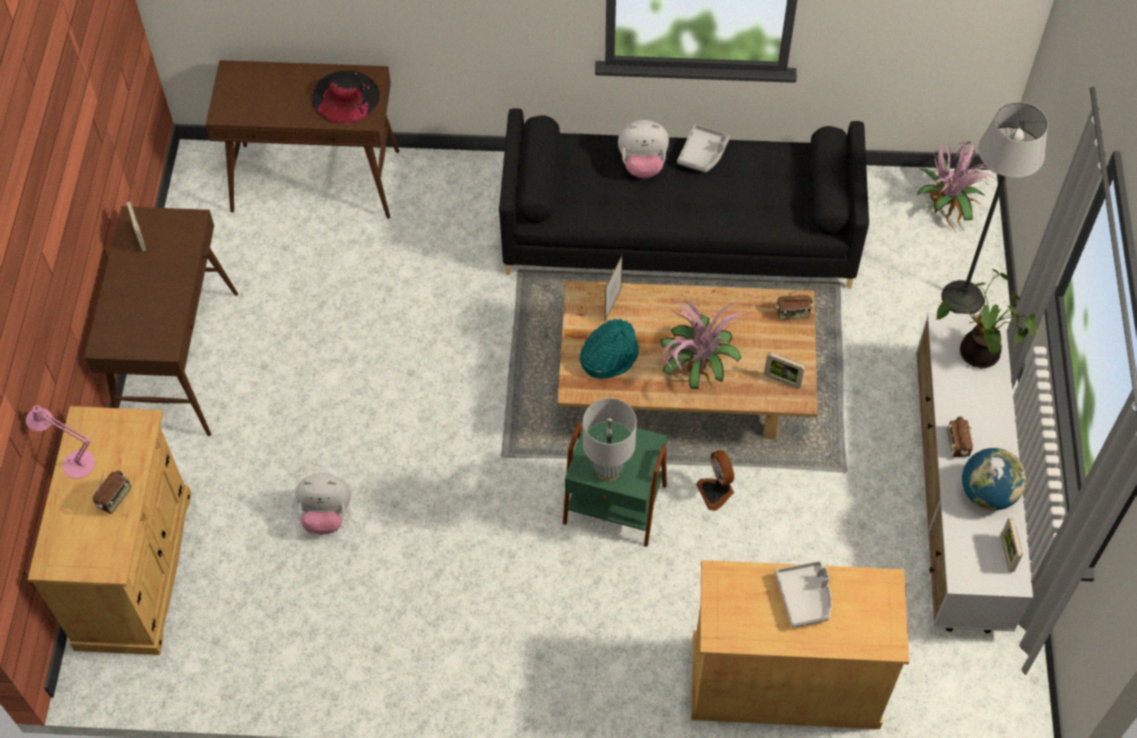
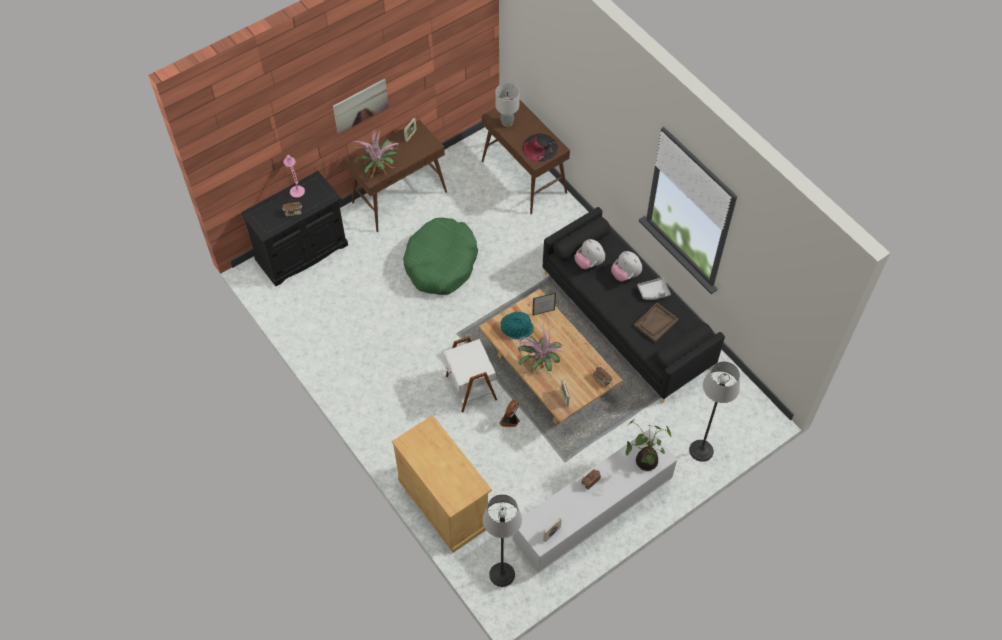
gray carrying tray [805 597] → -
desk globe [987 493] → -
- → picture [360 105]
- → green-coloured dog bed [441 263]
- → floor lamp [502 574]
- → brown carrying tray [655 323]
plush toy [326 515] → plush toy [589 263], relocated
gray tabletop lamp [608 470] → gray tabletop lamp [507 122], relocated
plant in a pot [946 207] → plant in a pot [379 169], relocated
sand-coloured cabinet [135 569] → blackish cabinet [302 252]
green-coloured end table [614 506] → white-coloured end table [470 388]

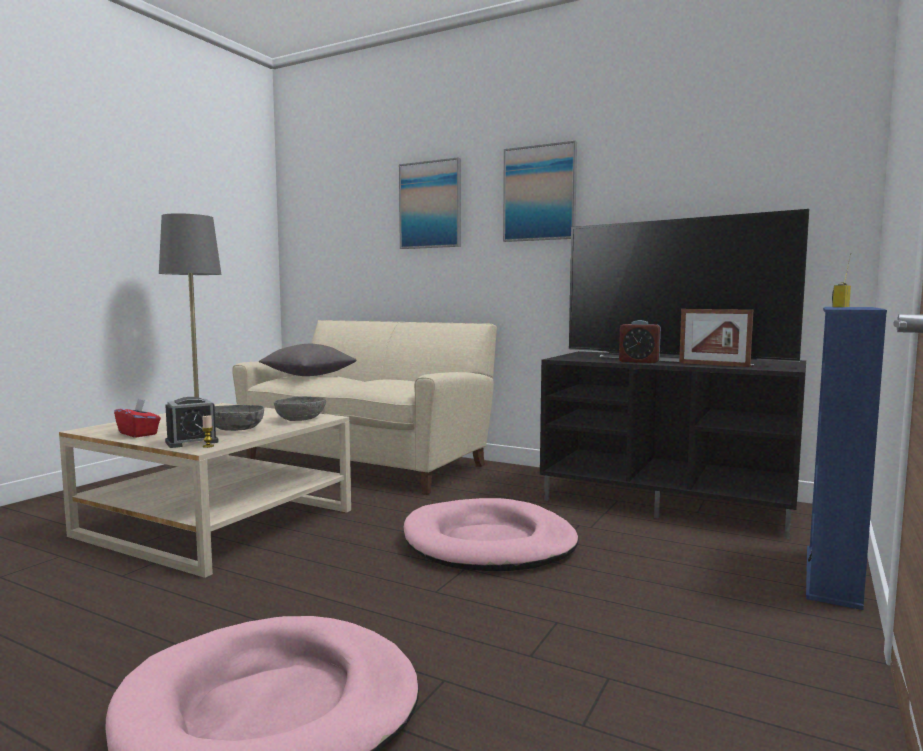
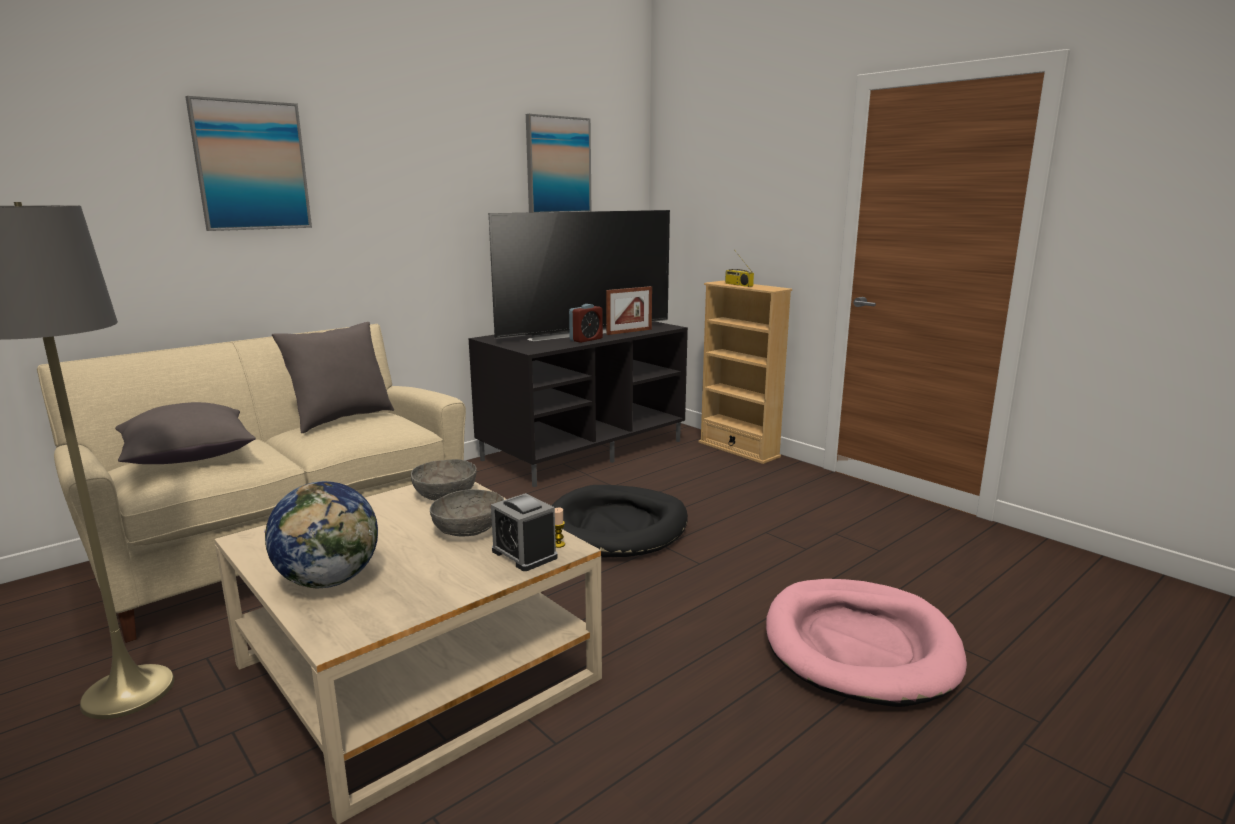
red box of tissues [138 434] → -
- → desk globe [329 580]
- → gray throw pillow [341 419]
picture [540 193] → picture [558 165], relocated
pink-coloured dog bed [489 543] → blackish dog bed [616 527]
blue-coloured shelving unit [832 576] → sand-coloured shelving unit [738 449]
bedside clock [191 442] → bedside clock [524 554], 150 degrees clockwise

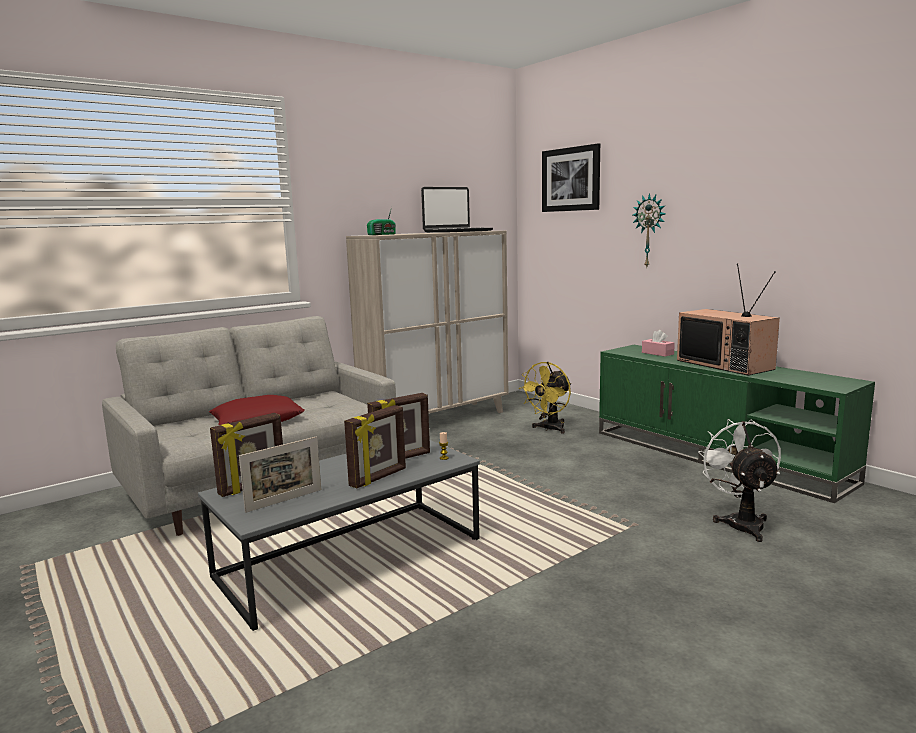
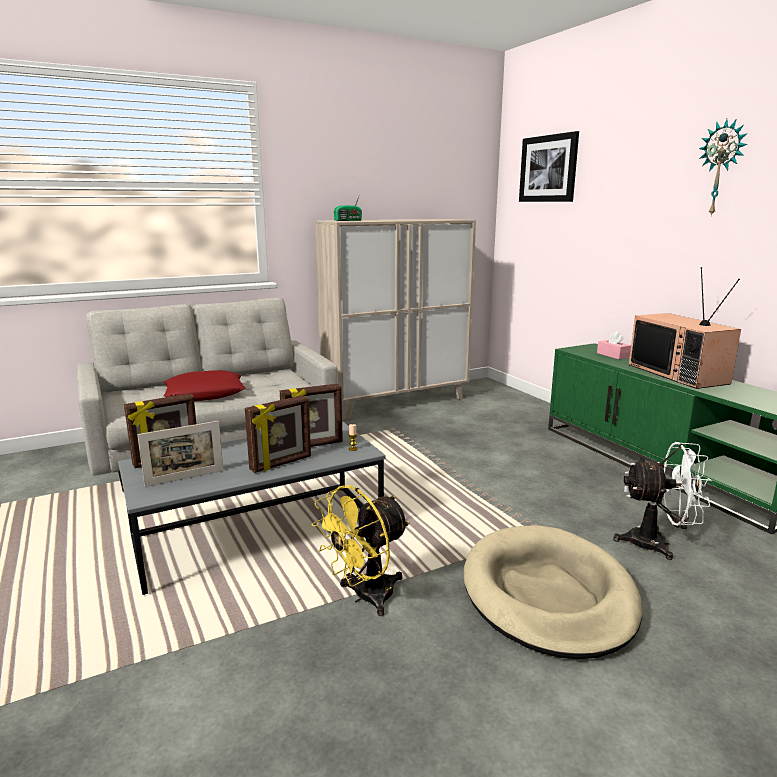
notebook computer [457 231] → -
- → sand-coloured dog bed [548 594]
yellow fan [549 429] → yellow fan [365 597], relocated
wall clock [650 231] → wall clock [721 168], relocated
white-coloured fan [741 522] → white-coloured fan [657 543], 90 degrees clockwise

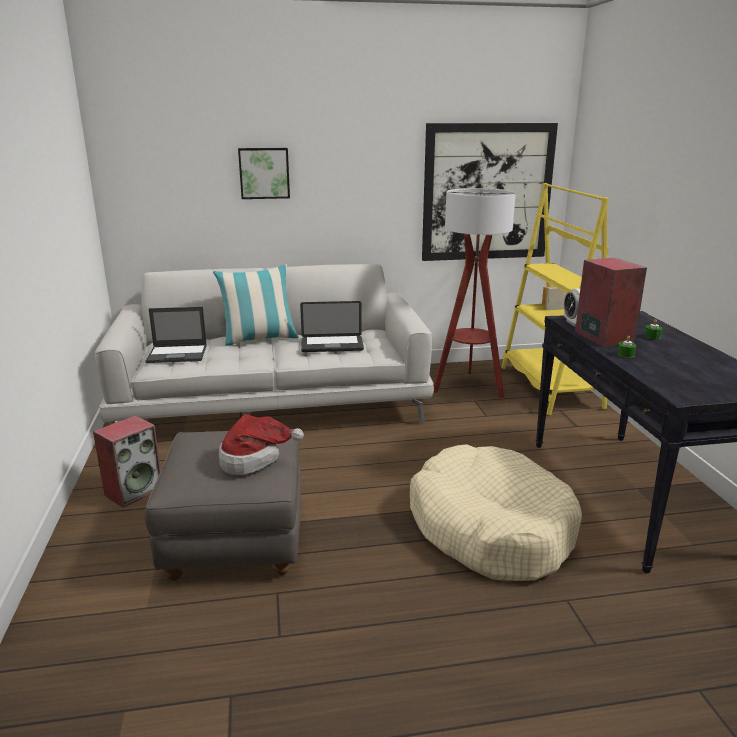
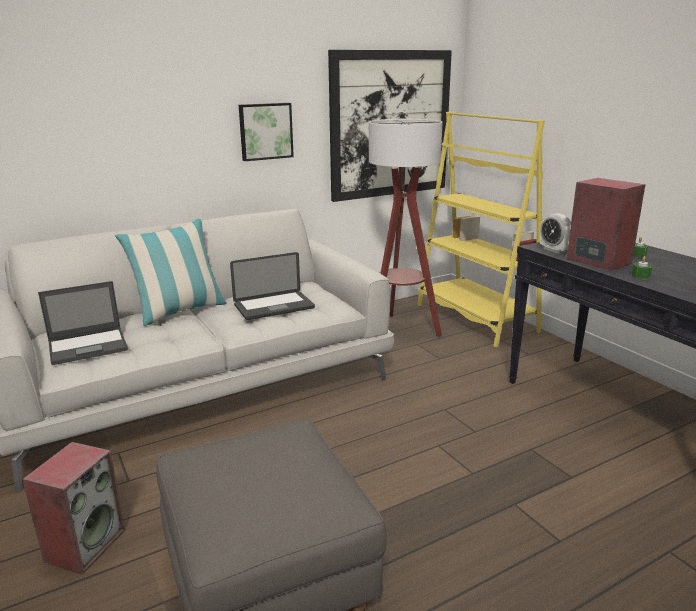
hat [254 459] → -
sand-coloured dog bed [490 528] → -
picture [264 173] → picture [265 131], relocated

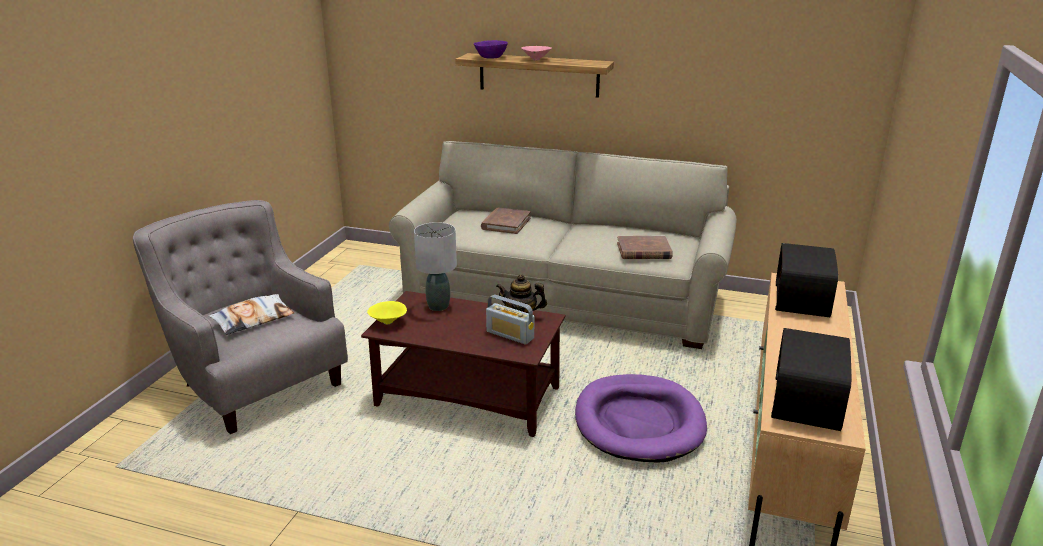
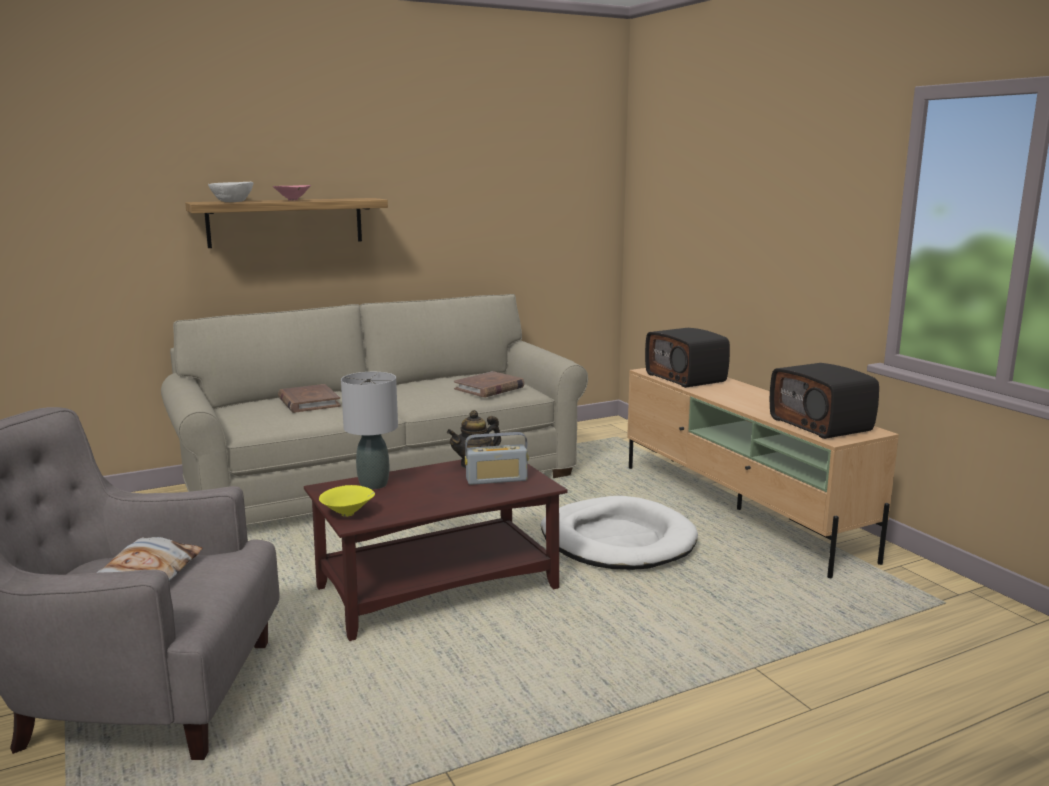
purplish serving bowl [490 57] → white-coloured serving bowl [232 201]
purplish dog bed [639 422] → white-coloured dog bed [617 540]

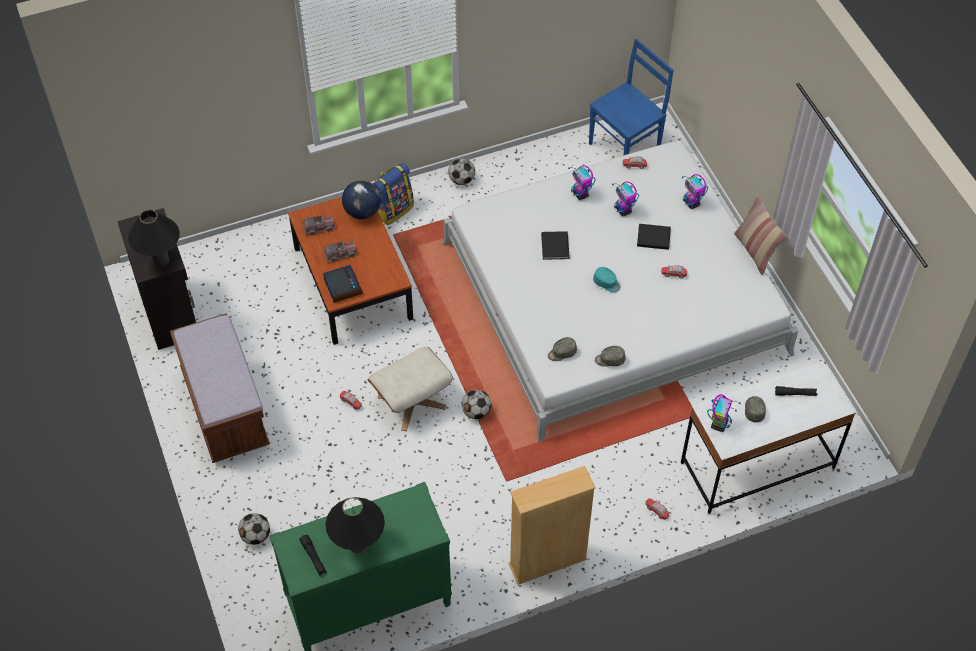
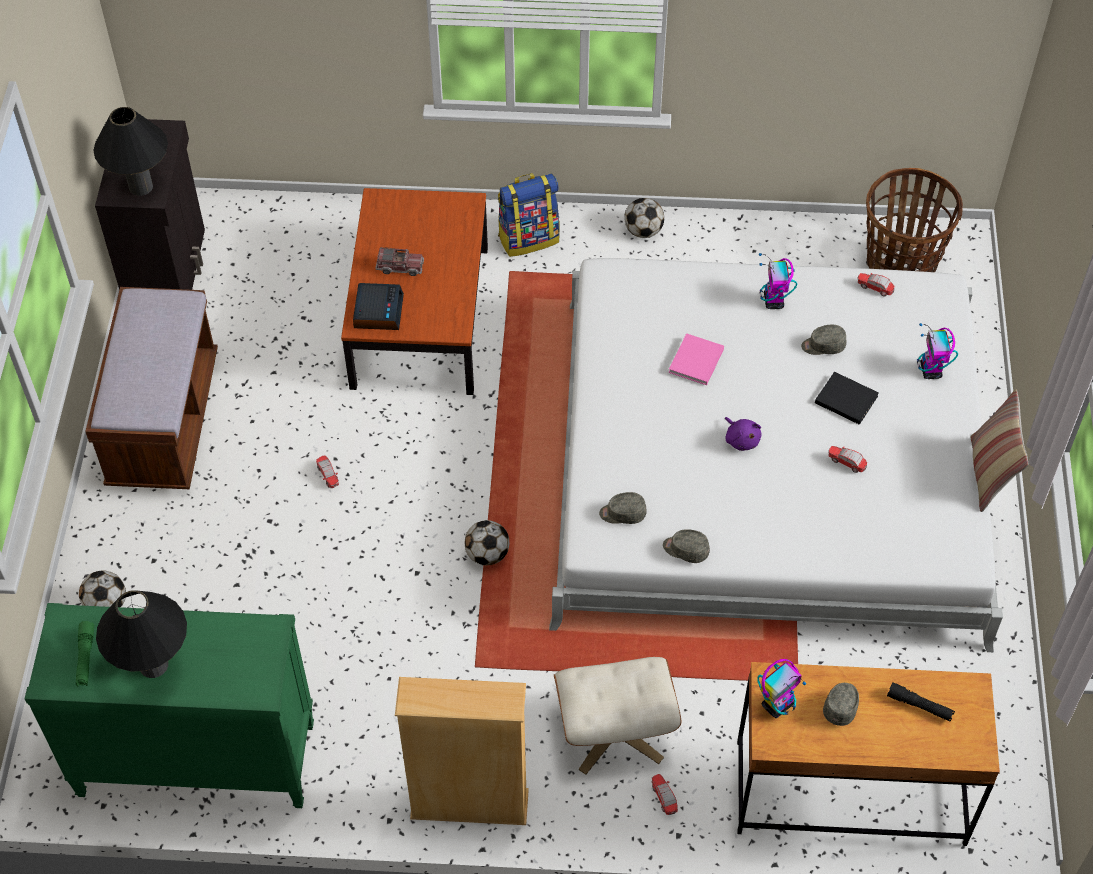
toy lorry [319 228] → -
desk globe [362 212] → -
sand-coloured footrest [411 402] → sand-coloured footrest [614 731], relocated
blue-coloured plain chair [625 147] → basket [901 264]
turquoise baseball cap [606 283] → purplish plush toy [741 439]
toy robot [623 210] → gray baseball cap [823 346]
blackish hand torch [313 557] → green-coloured hand torch [85 657]
blackish volume [555 247] → pink-coloured volume [695 362]
white-coloured desk unit [757 465] → brown desk unit [849 792]

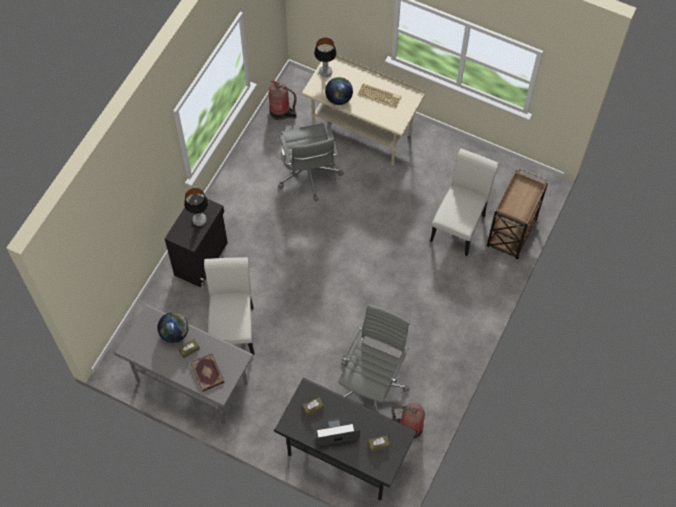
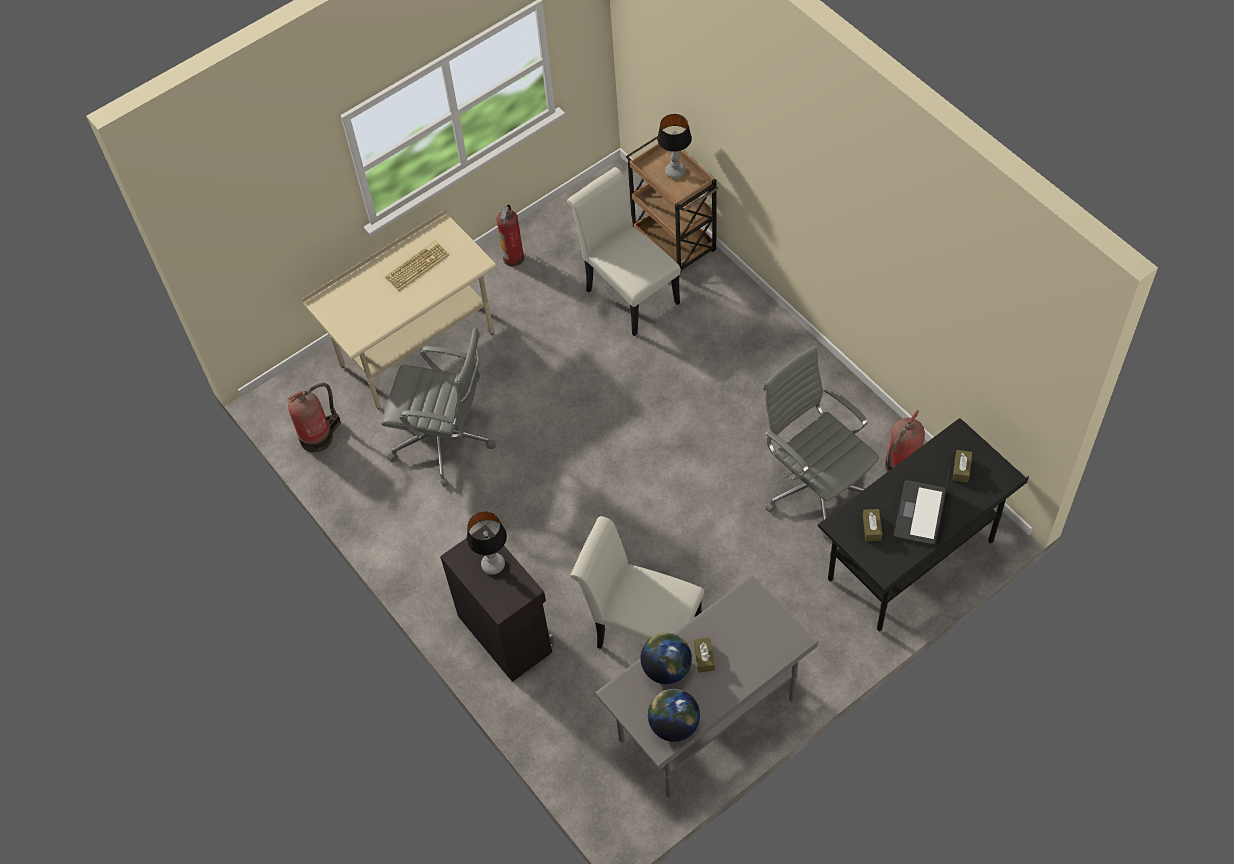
volume [208 372] → -
- → fire extinguisher [513 258]
tabletop lamp [325 72] → tabletop lamp [675 171], relocated
desk globe [339 98] → desk globe [674 724], relocated

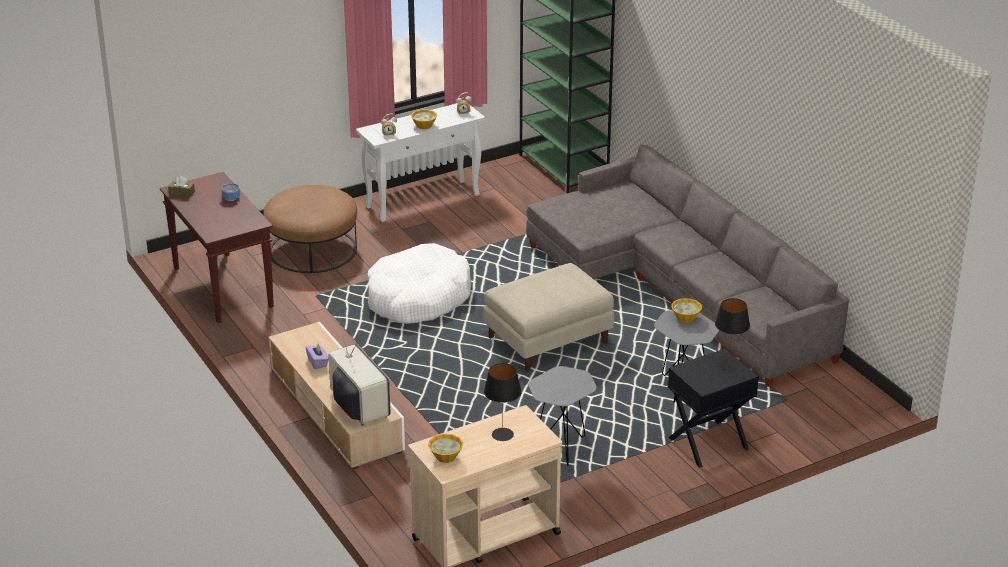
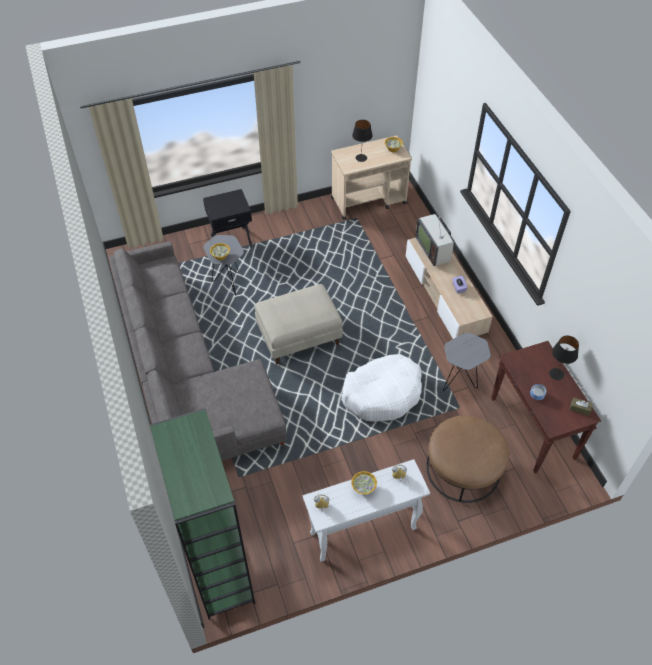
gray end table [560 450] → gray end table [460 381], relocated
blackish tabletop lamp [729 365] → blackish tabletop lamp [556 374], relocated

